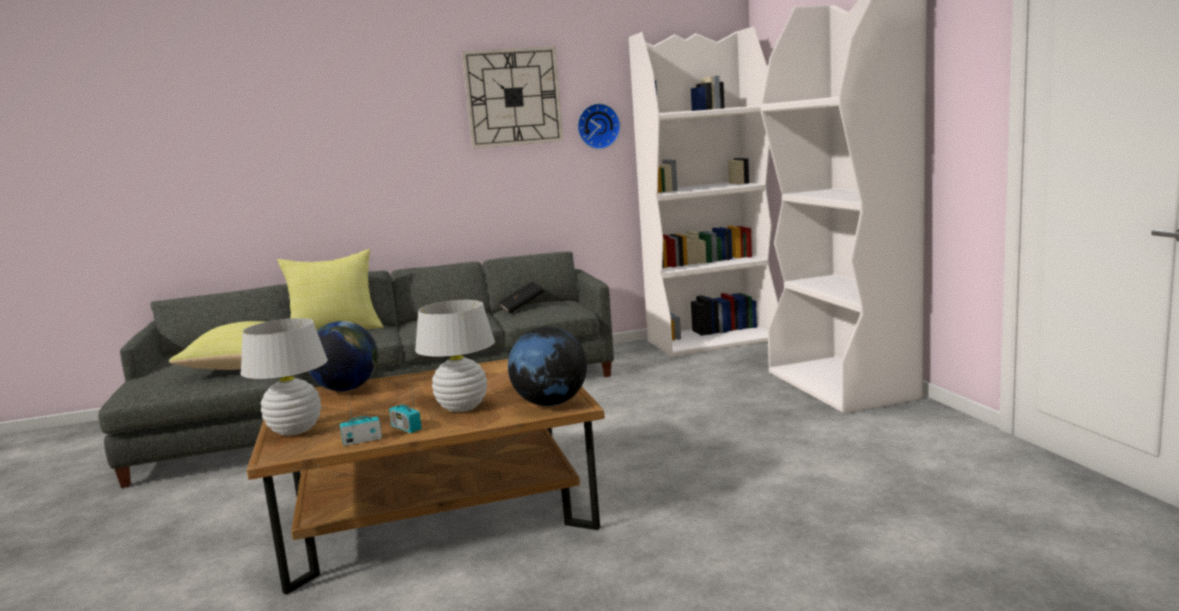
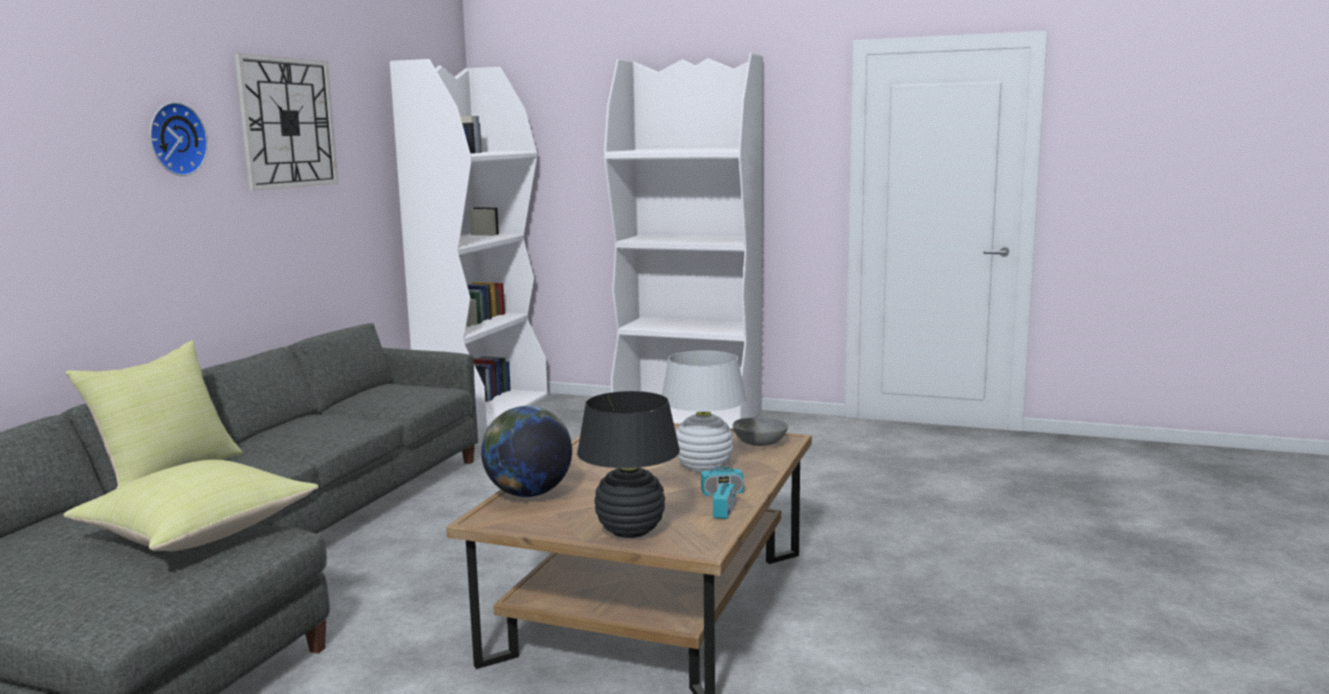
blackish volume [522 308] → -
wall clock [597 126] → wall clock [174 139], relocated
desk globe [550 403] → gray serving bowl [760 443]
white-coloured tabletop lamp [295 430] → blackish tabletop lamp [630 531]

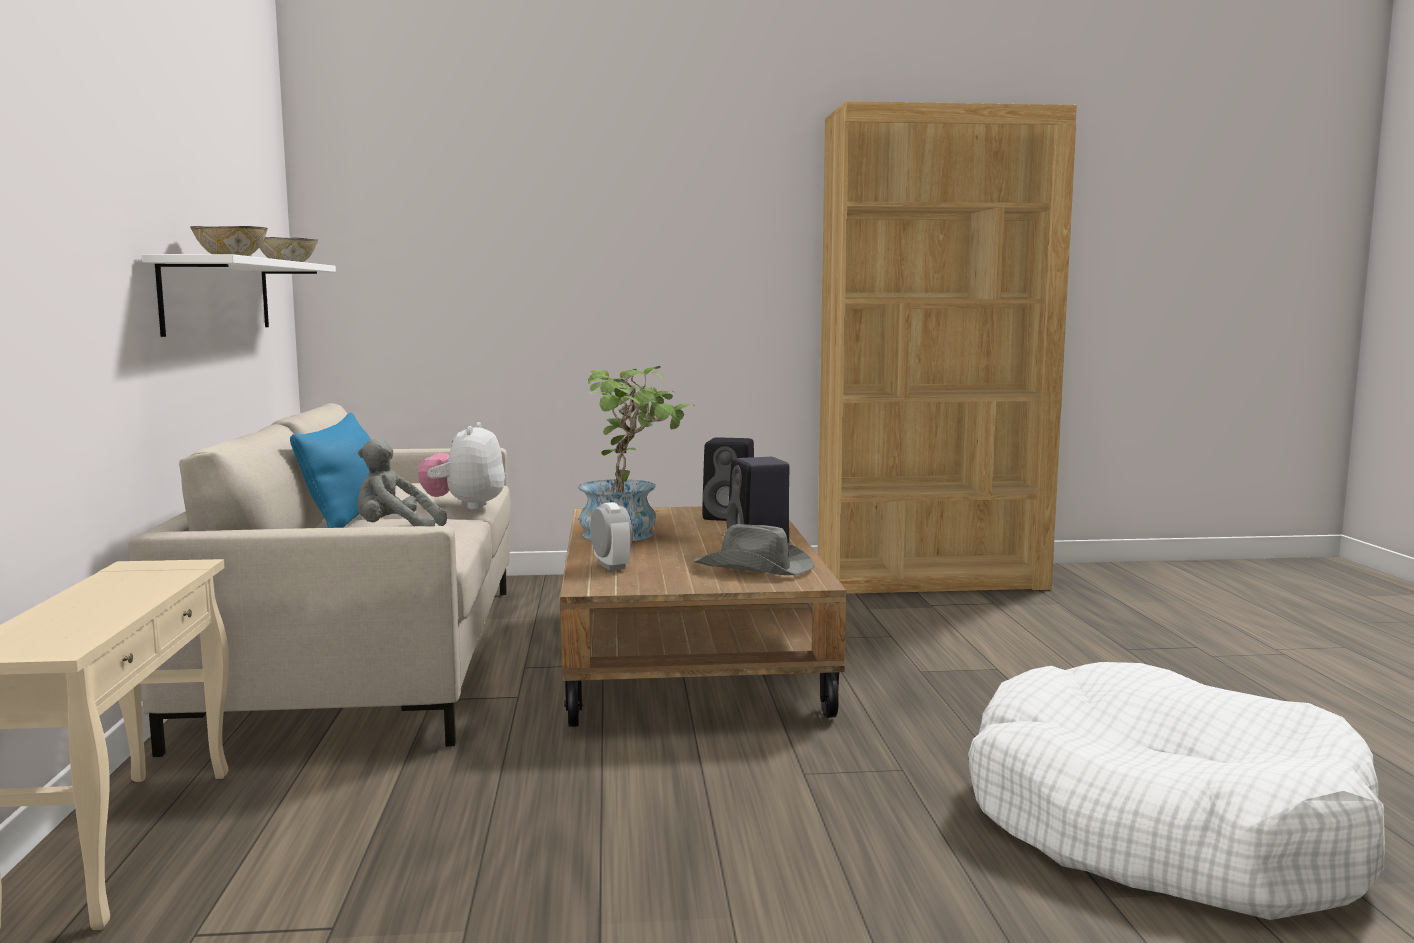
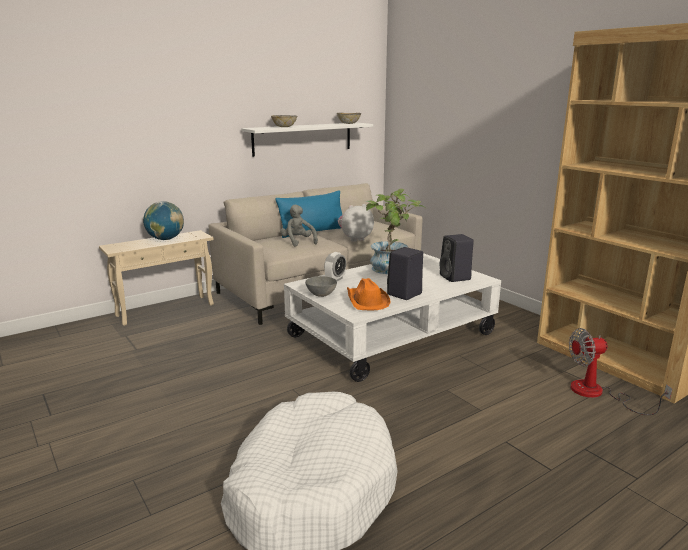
- → desk globe [165 239]
- → gray serving bowl [321 295]
- → fan [598 394]
brown lounge table [686 657] → white-coloured lounge table [391 334]
gray hat [755 567] → orangey hat [366 301]

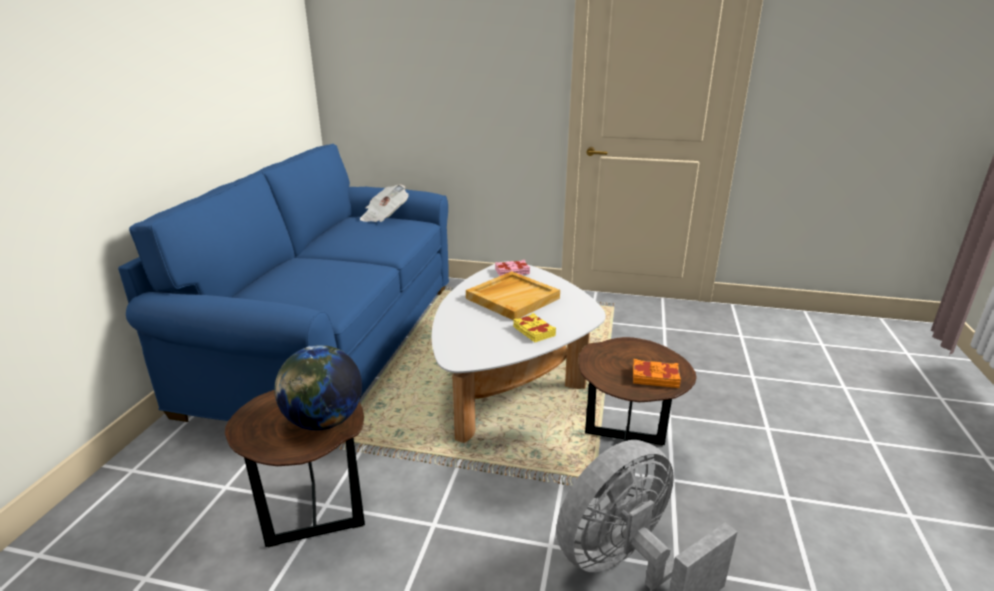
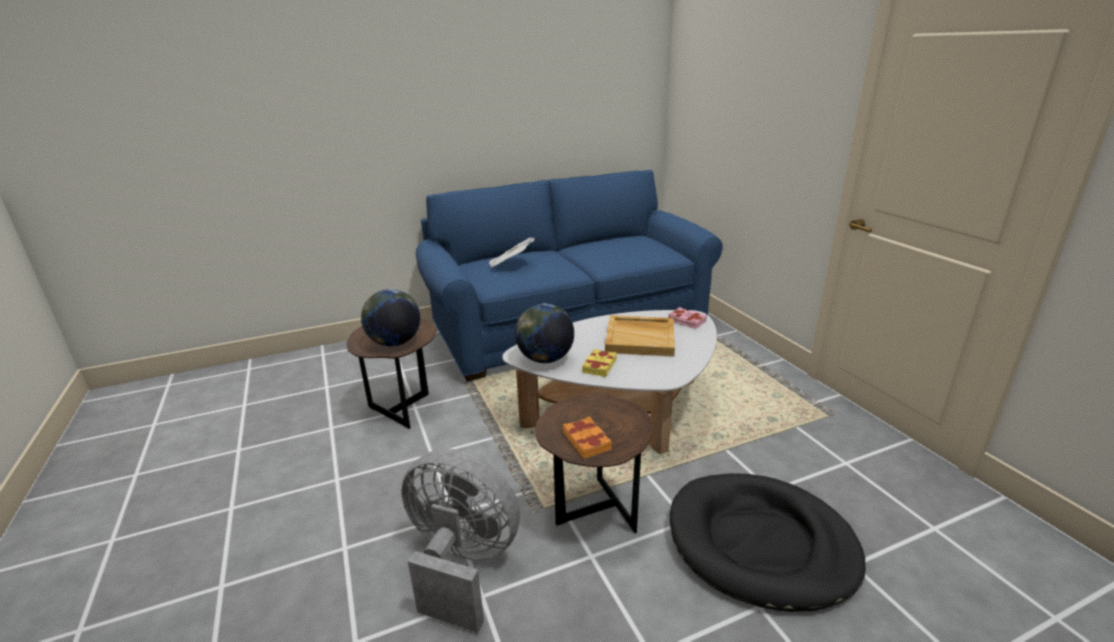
- → desk globe [545 359]
- → blackish dog bed [760 544]
daily paper [384 216] → daily paper [510 265], relocated

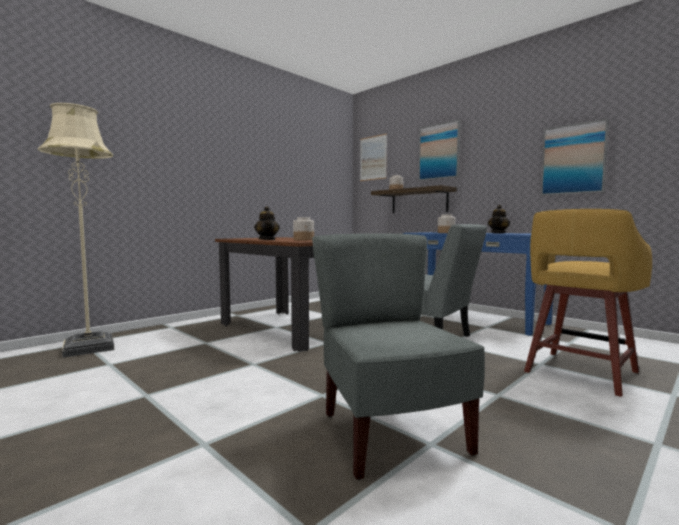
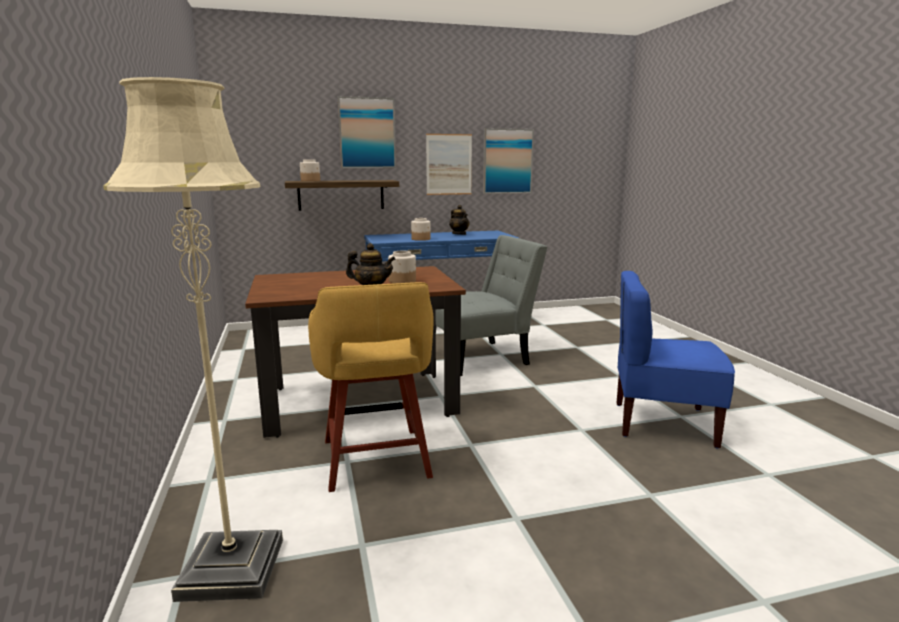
picture [373 158] → picture [449 164], relocated
yellow sitting stool [579 373] → yellow sitting stool [375 461], relocated
gray plain chair [390 434] → blue-coloured plain chair [662 423]

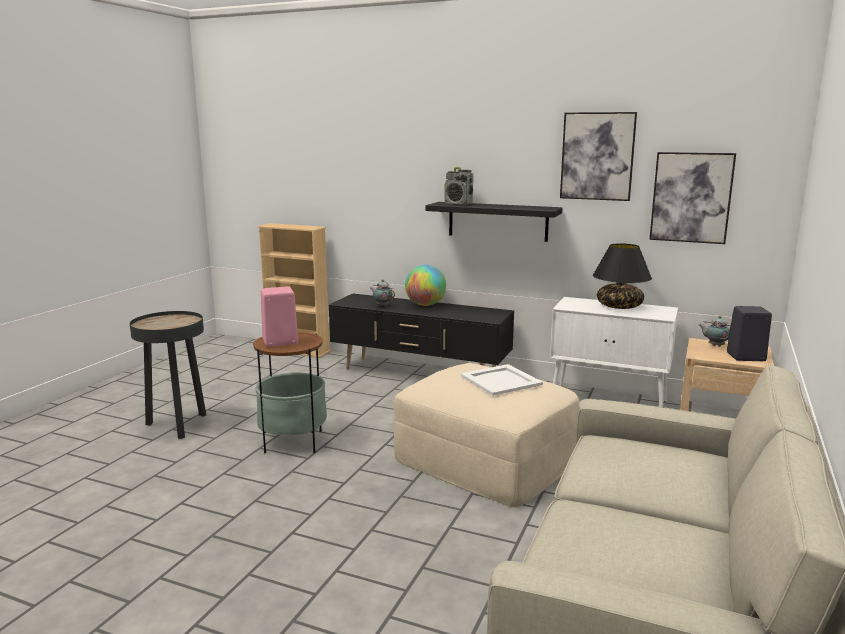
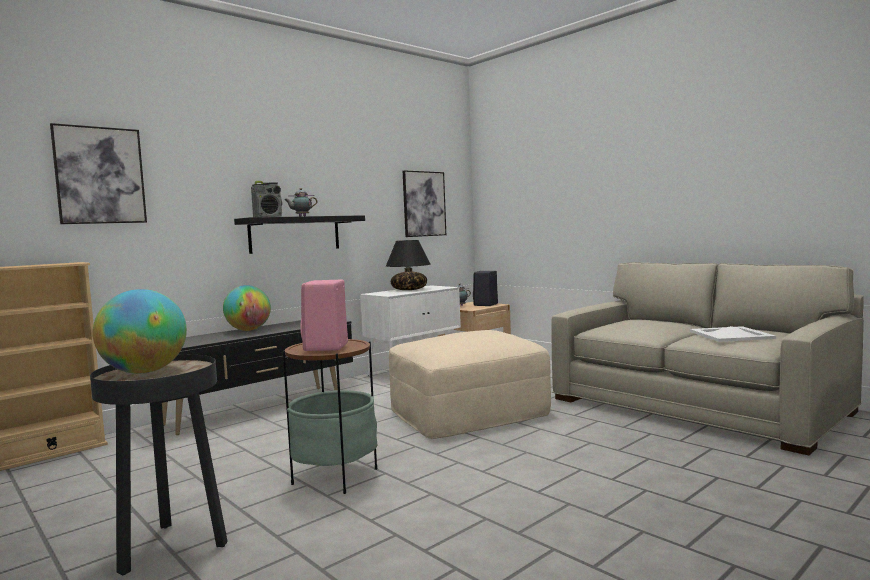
- → desk globe [145 372]
pot for tea [382 306] → pot for tea [301 216], relocated
white-coloured carrying tray [500 380] → white-coloured carrying tray [731 335], relocated
picture [597 156] → picture [100 175], relocated

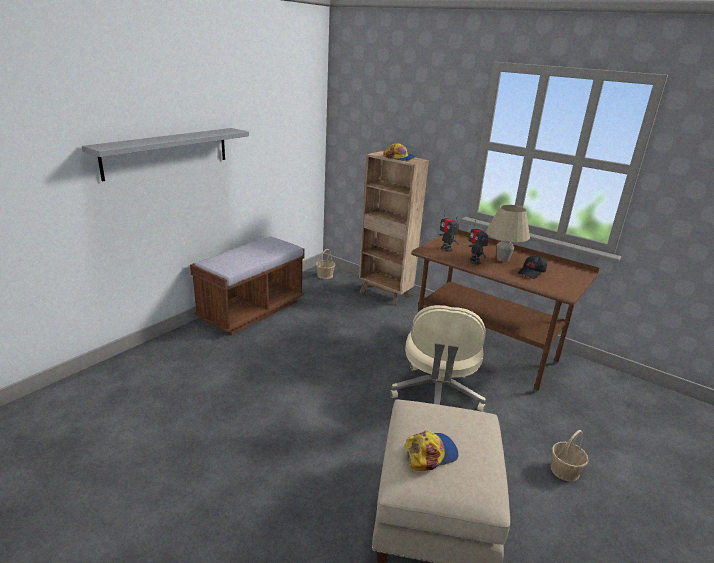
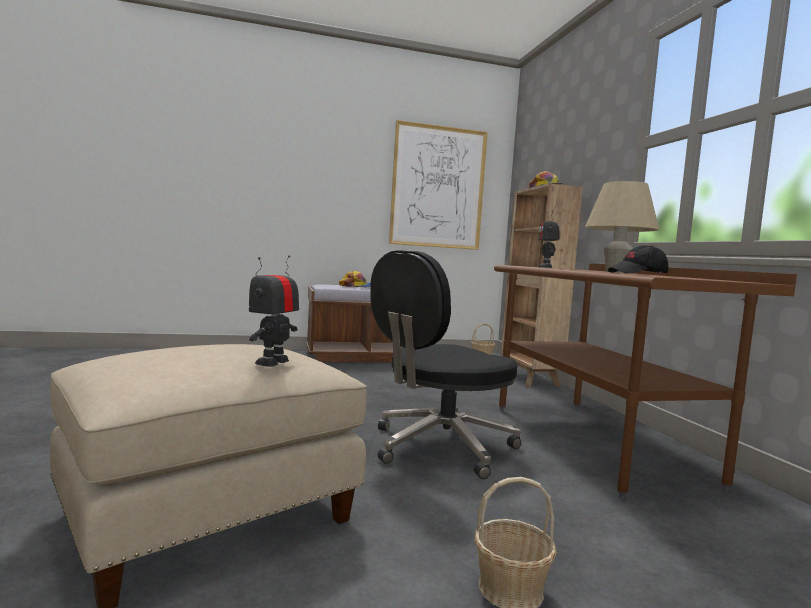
gray wall shelf [167 152] → -
- → picture [438 187]
baseball cap [430 453] → baseball cap [358 286], relocated
toy robot [474 261] → toy robot [272 362], relocated
sand-coloured desk chair [436 395] → blackish desk chair [440 447]

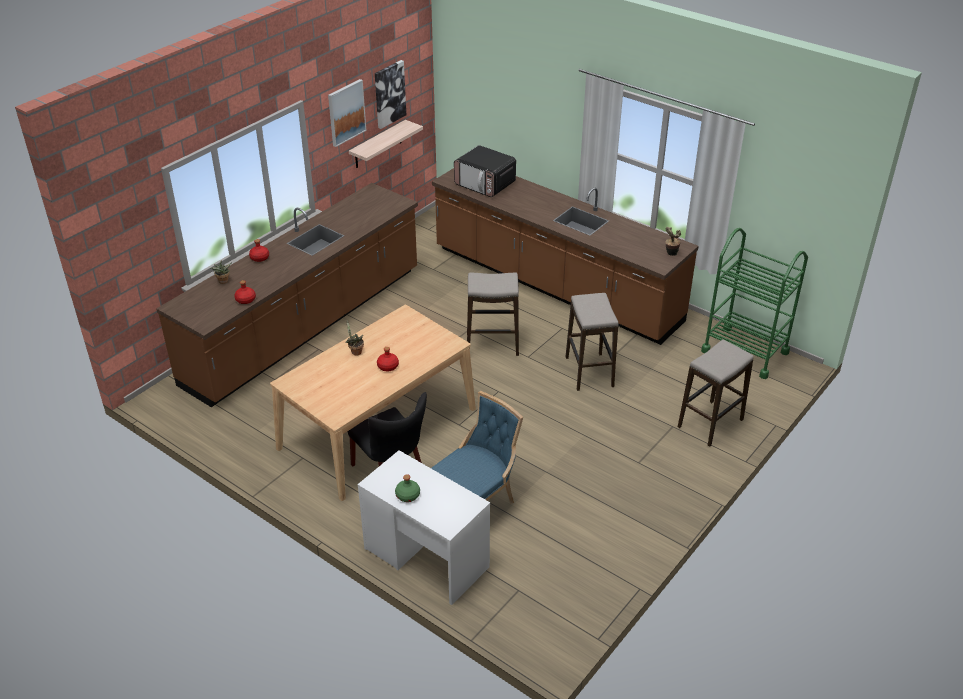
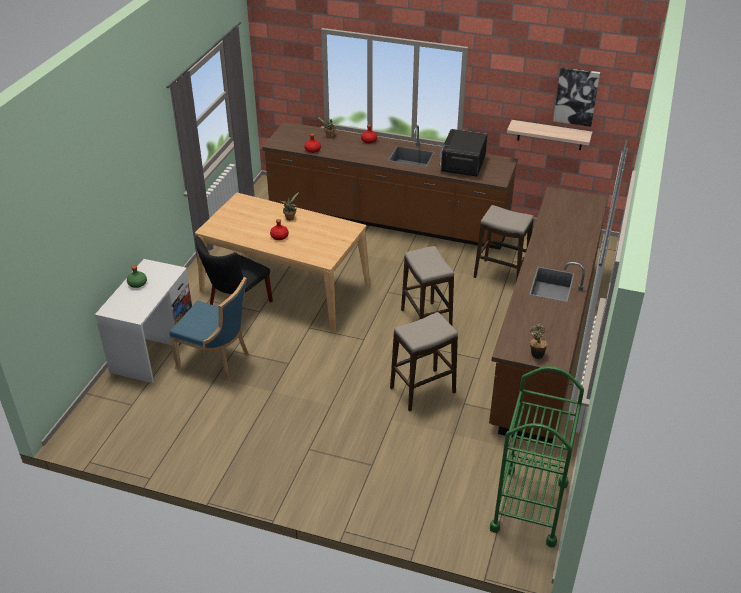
picture [346 112] → -
microwave oven [485 184] → microwave oven [463 165], relocated
sitting stool [710 423] → sitting stool [501 275], relocated

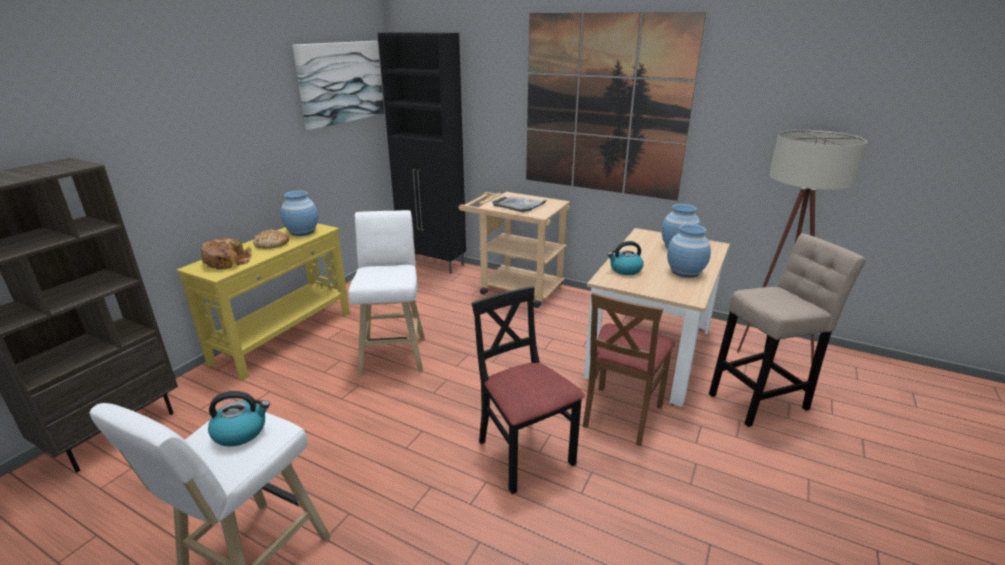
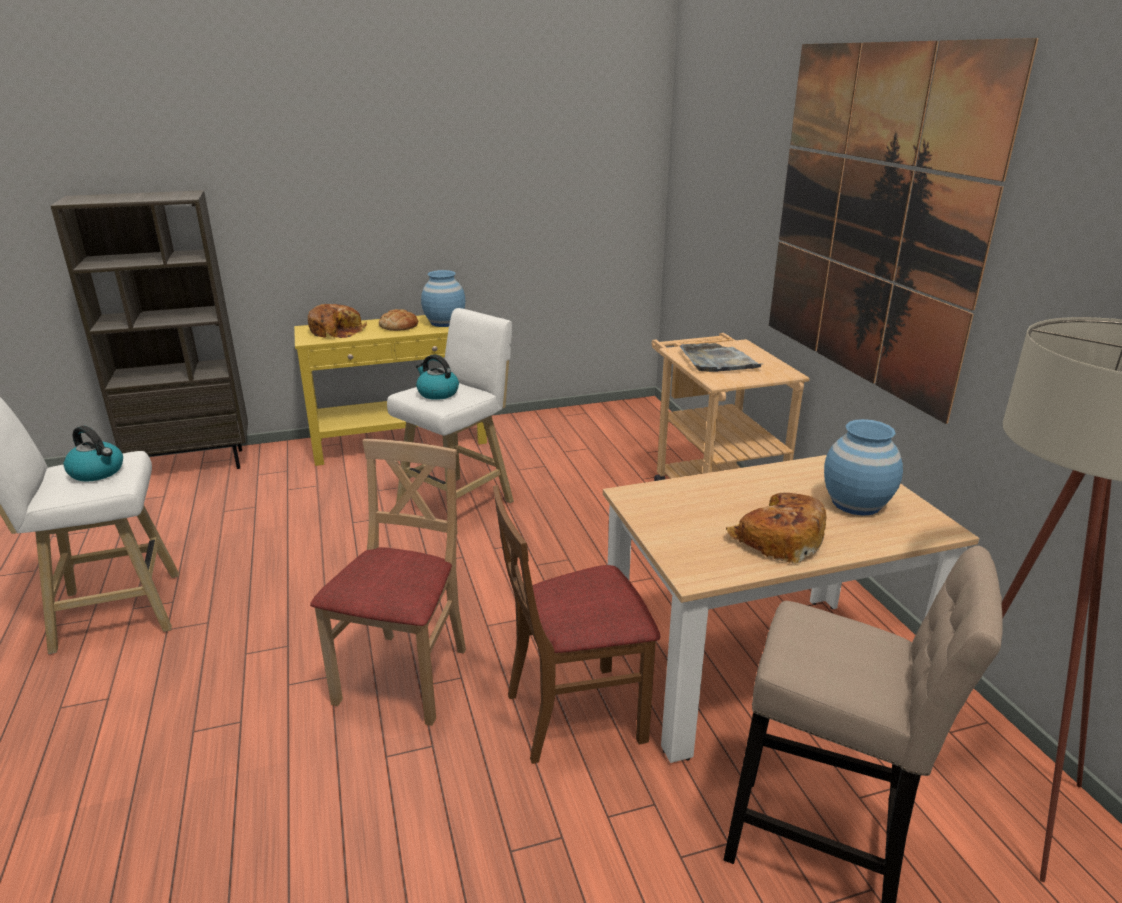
picture [341 82] → -
blackish cabinet [433 264] → -
water kettle [625 270] → water kettle [437 393], relocated
blue-coloured flower vase [685 272] → bread [776 539]
blackish plain chair [524 453] → sand-coloured plain chair [405 677]

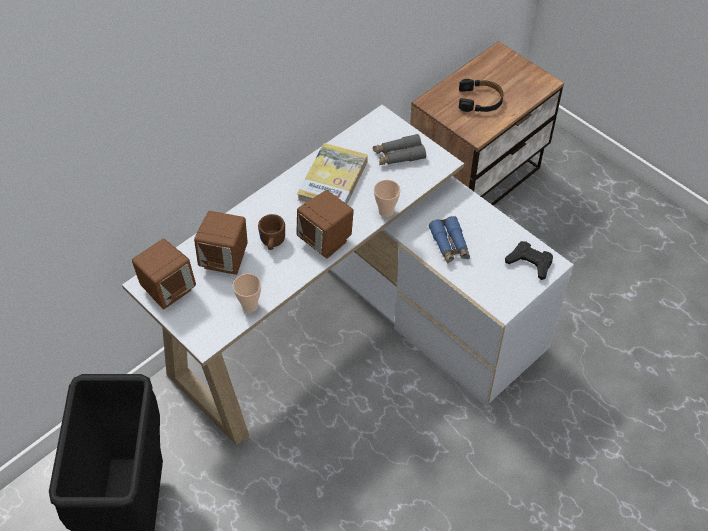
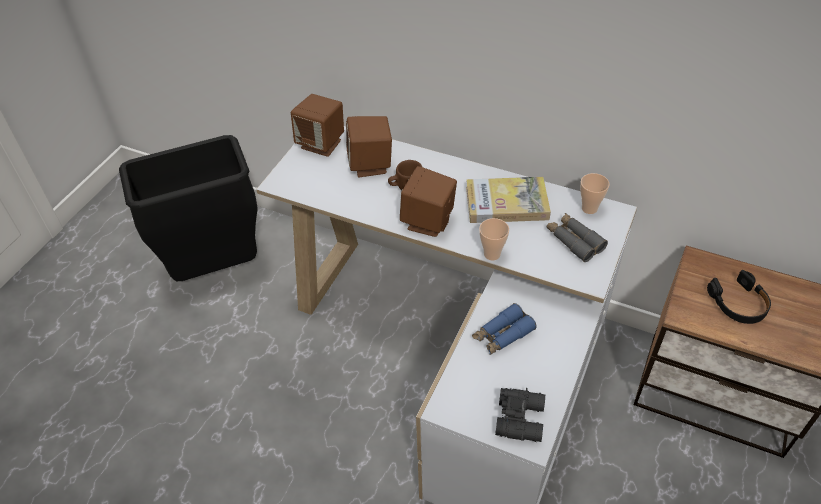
drinking cup [249 305] → drinking cup [589 208], relocated
blackish joypad [530 262] → blackish pair of binoculars [521 418]

